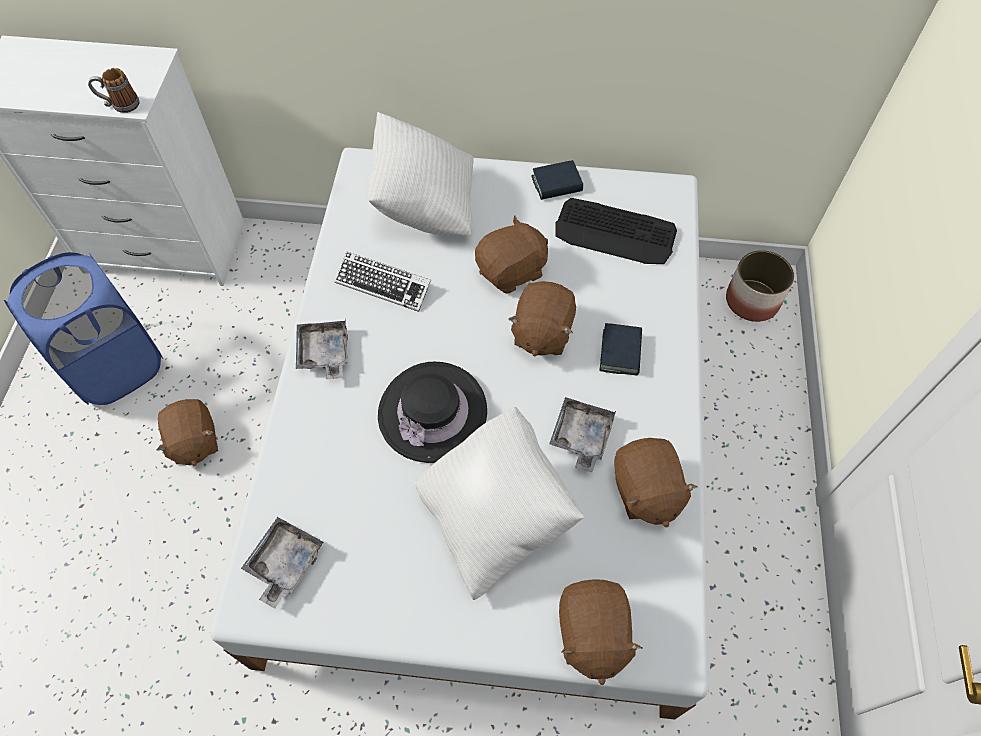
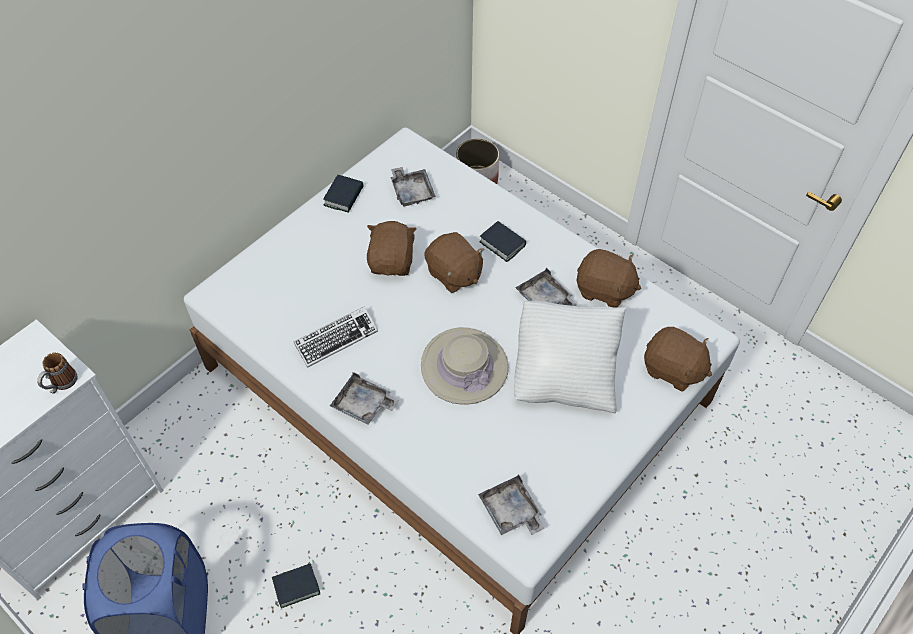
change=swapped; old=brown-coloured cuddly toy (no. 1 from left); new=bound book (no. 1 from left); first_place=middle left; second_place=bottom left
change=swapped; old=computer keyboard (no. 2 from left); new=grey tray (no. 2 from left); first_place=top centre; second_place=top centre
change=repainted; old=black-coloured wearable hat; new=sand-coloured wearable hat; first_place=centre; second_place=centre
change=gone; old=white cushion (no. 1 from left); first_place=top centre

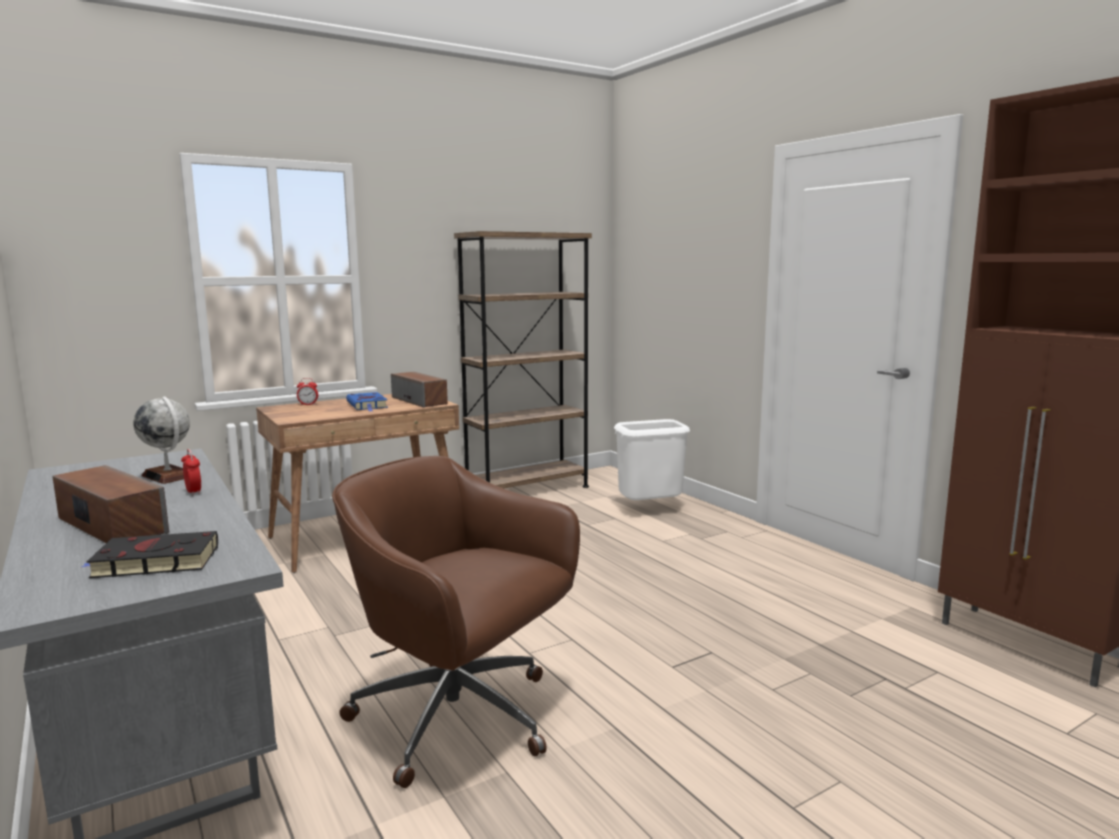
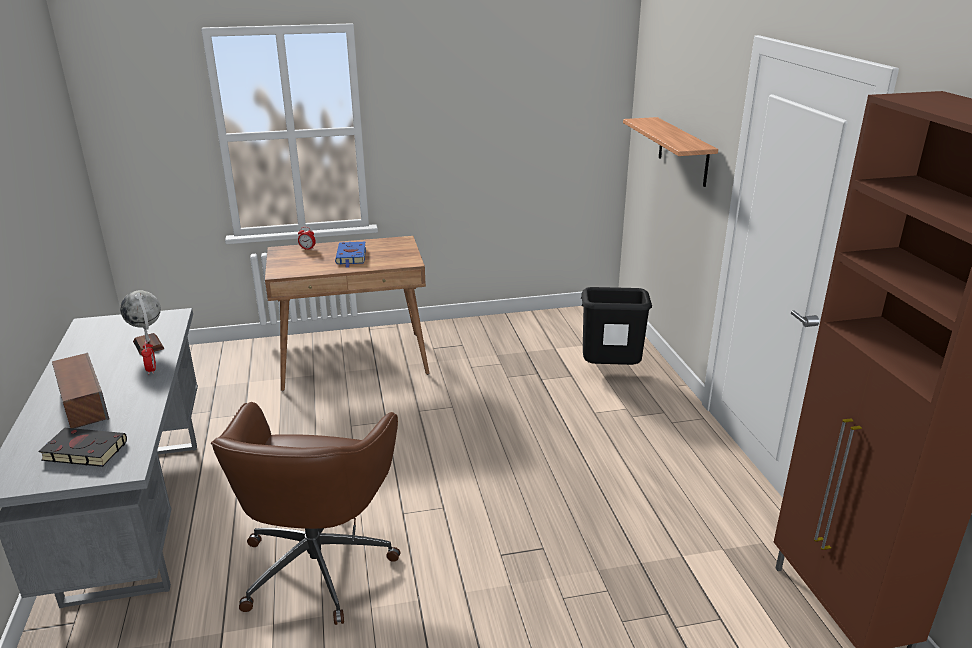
change=rotated; old=brown-coloured computer chair; first_place=bottom centre; second_place=bottom left; degrees=-135
change=repainted; old=white rubbish bin; new=black-coloured rubbish bin; first_place=centre; second_place=centre
change=new; new=bracket shelf; second_place=top right
change=gone; old=audio speaker (no. 2 from left); first_place=centre
change=gone; old=brown-coloured shelving unit; first_place=centre

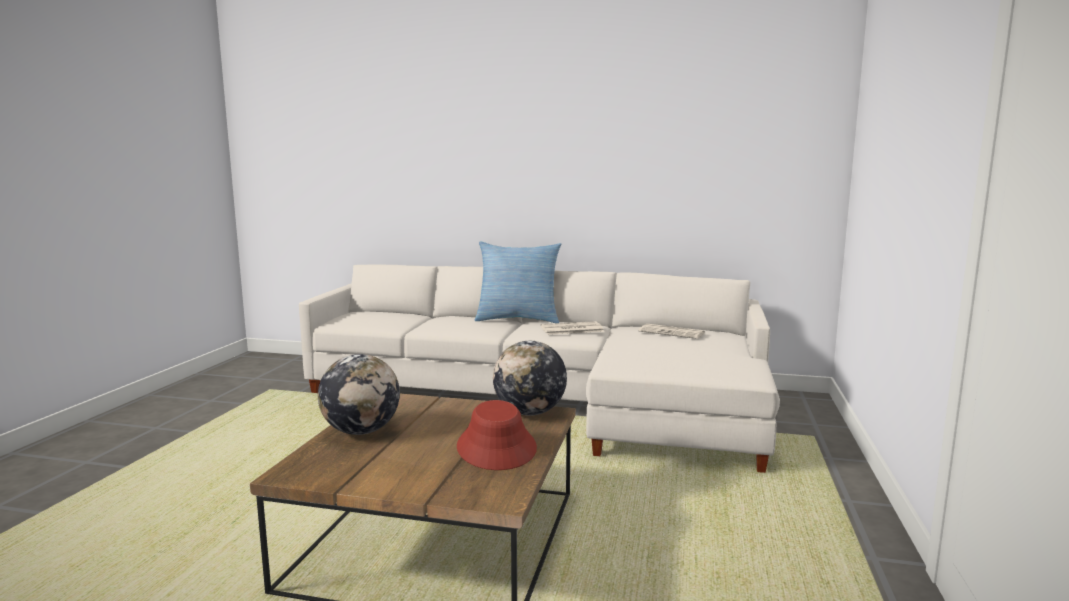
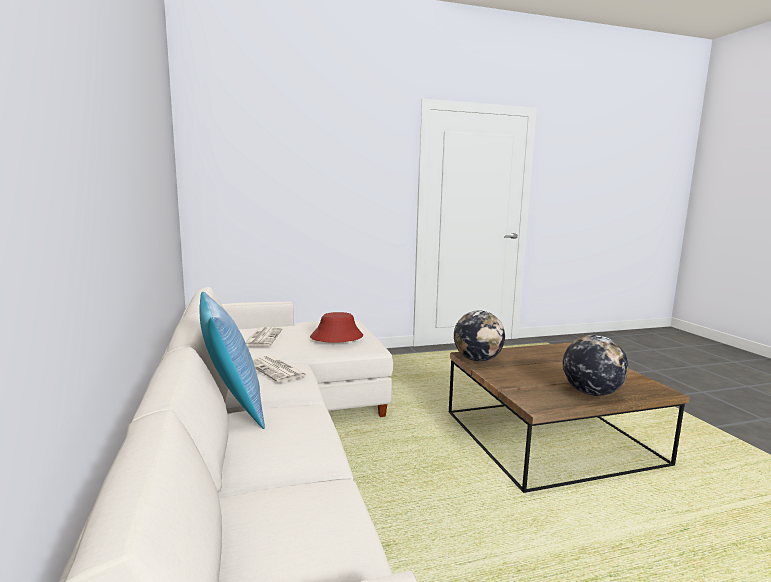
change=shifted; old=reddish wearable hat; first_place=bottom centre; second_place=centre

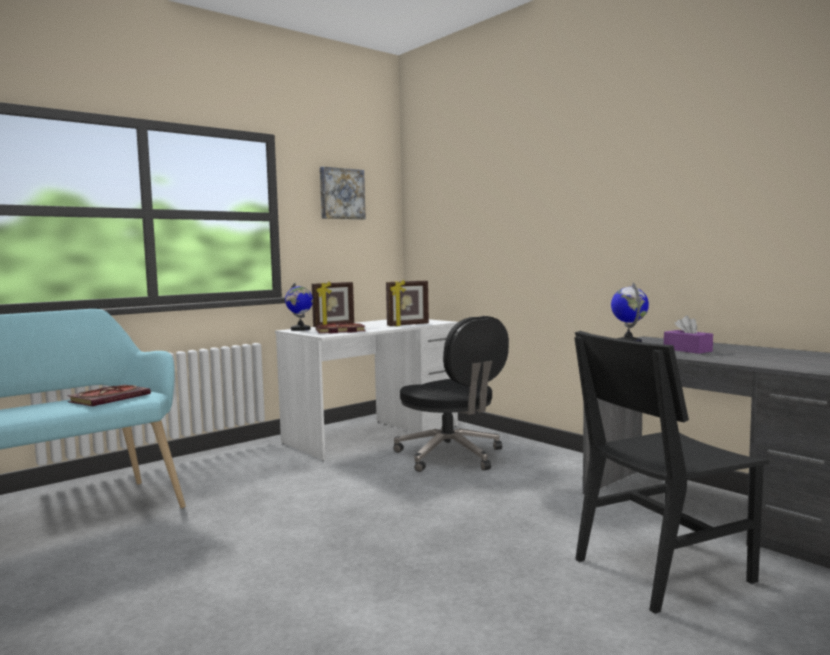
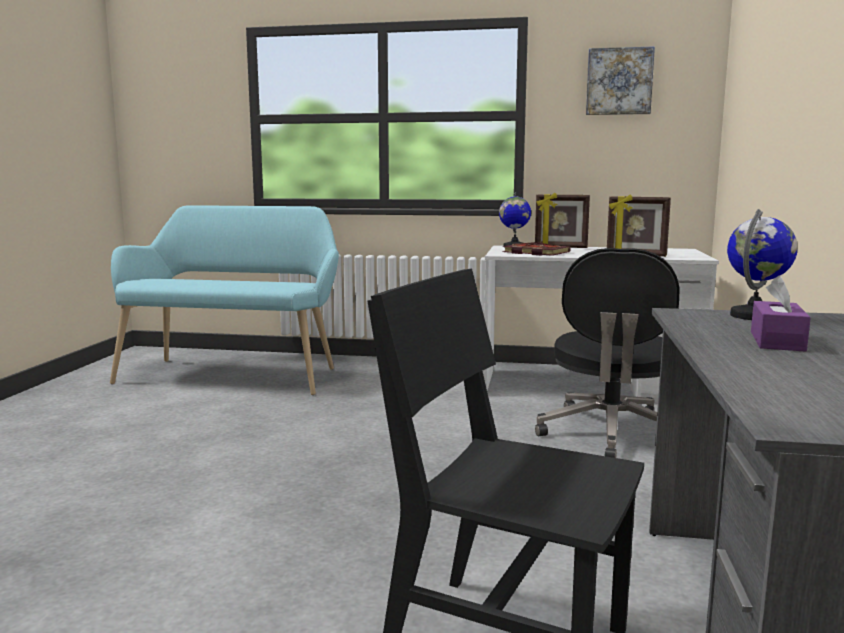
change=gone; old=bound book (no. 1 from left); first_place=middle left

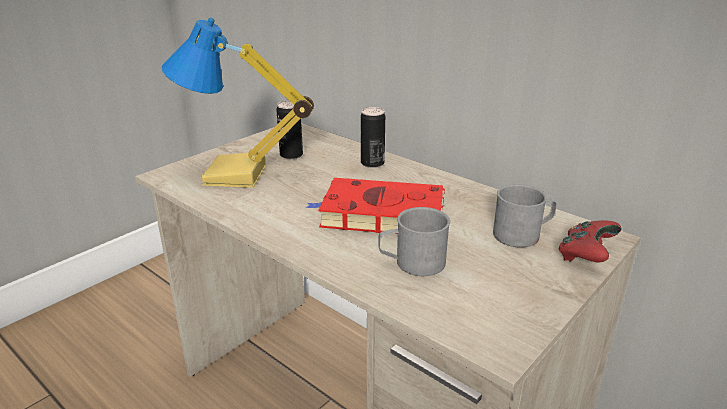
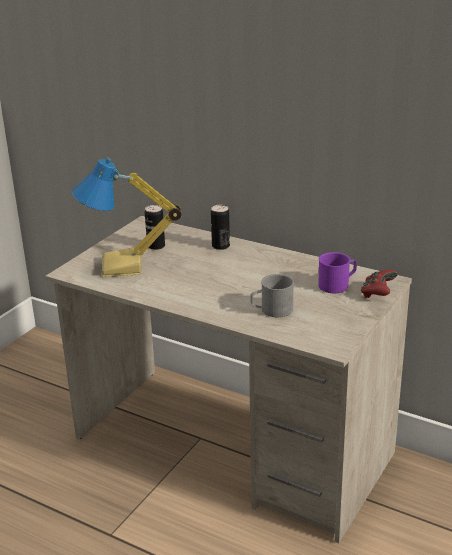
change=repainted; old=grey coffee mug (no. 2 from left); new=purple coffee mug; first_place=middle right; second_place=middle right
change=gone; old=reddish bound book; first_place=centre

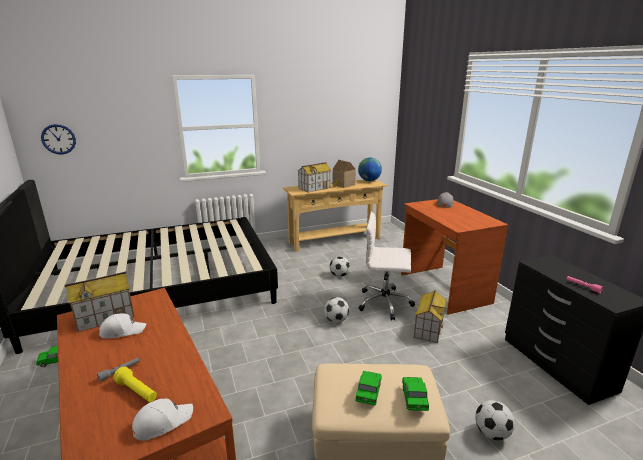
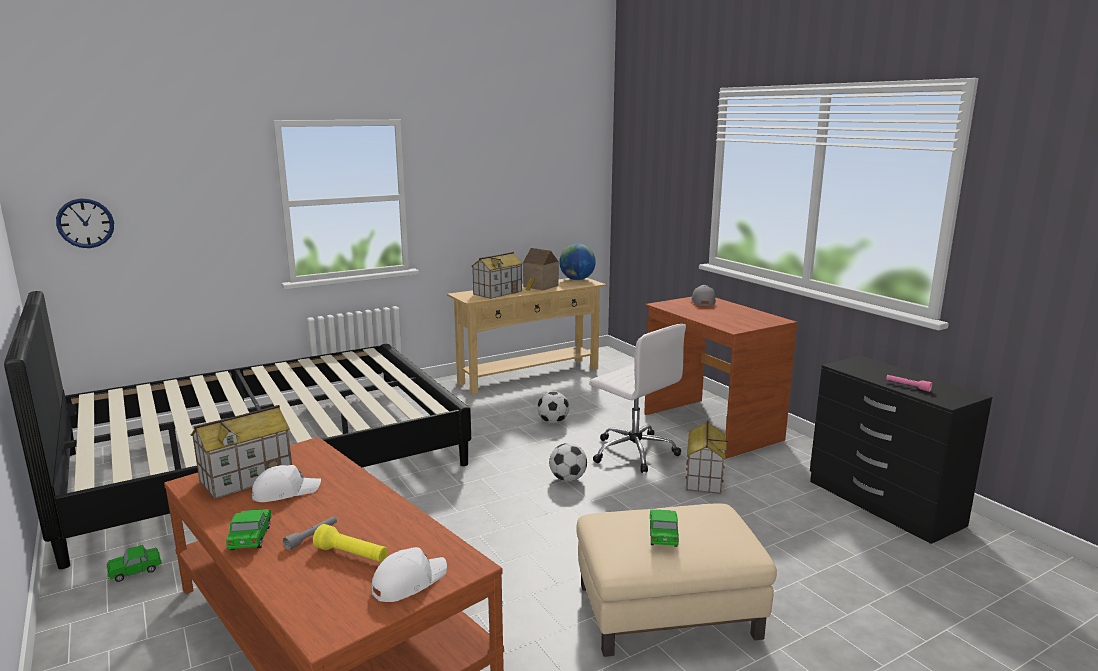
change=shifted; old=toy car (no. 3 from left in the first image); new=toy car (no. 2 from left); first_place=bottom centre; second_place=bottom left
change=rotated; old=white computer chair; first_place=centre; second_place=centre; degrees=-135
change=gone; old=football ball (no. 3 from left); first_place=bottom right

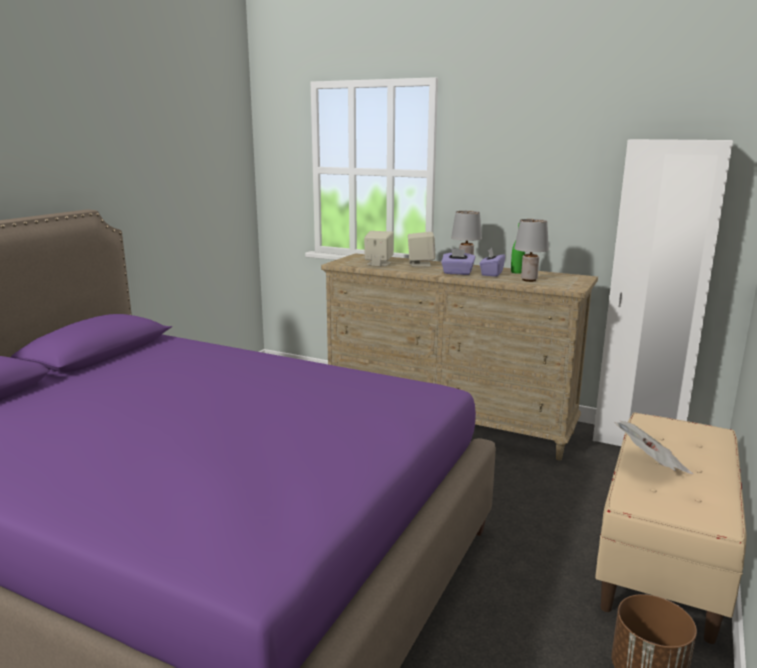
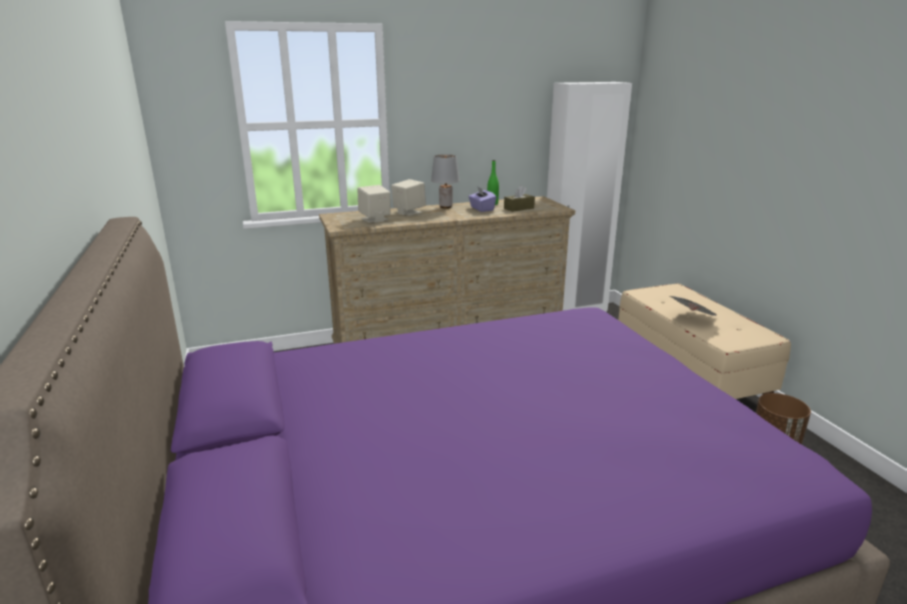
change=swapped; old=grey tabletop lamp (no. 2 from left); new=brown-coloured tissue box; first_place=middle right; second_place=top centre
change=gone; old=purple tissue box (no. 1 from left); first_place=centre

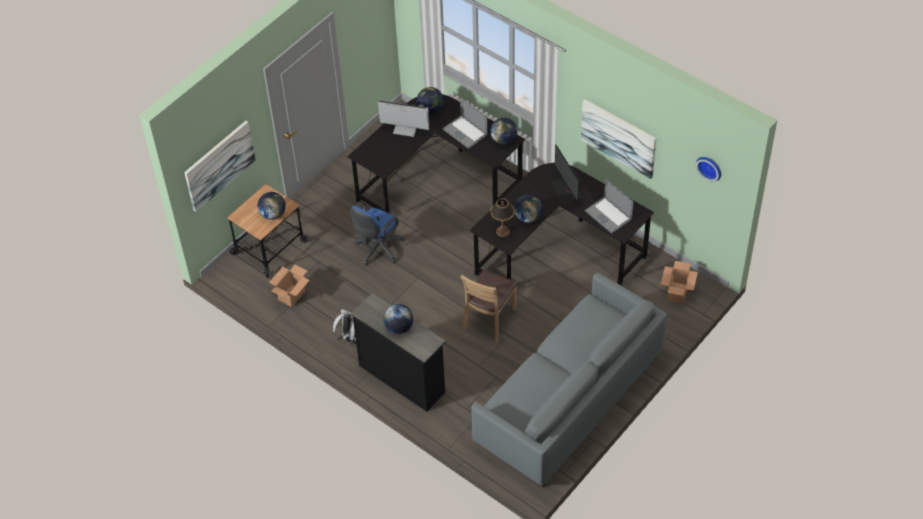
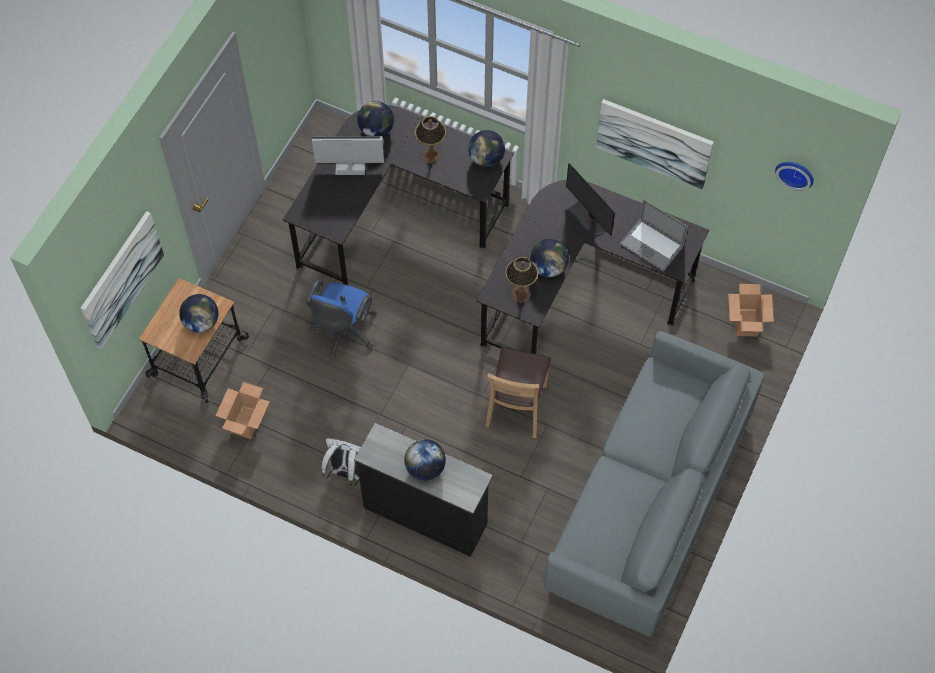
change=swapped; old=laptop (no. 1 from left); new=tabletop lamp (no. 1 from left); first_place=top centre; second_place=top centre

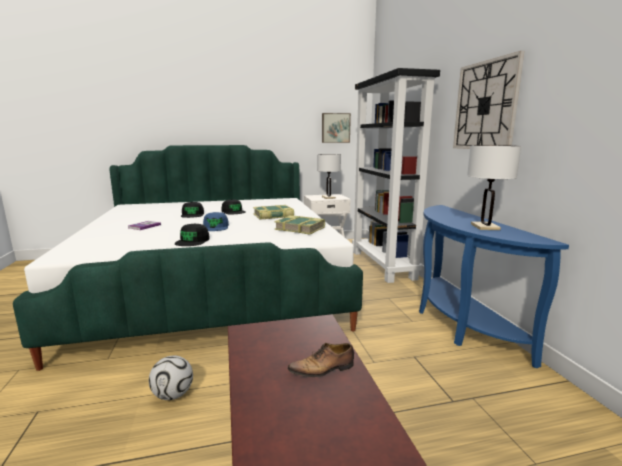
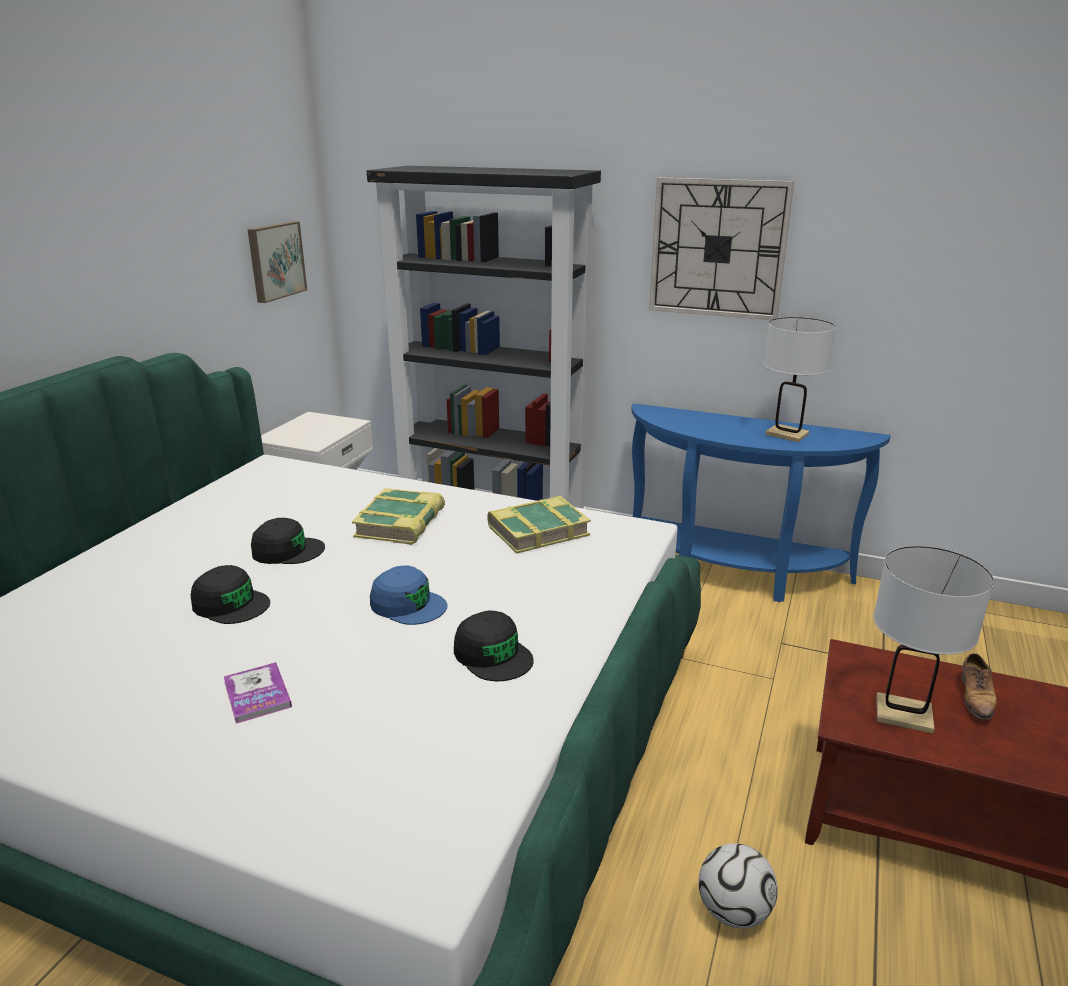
change=shifted; old=white tabletop lamp (no. 1 from left in the first image); new=white tabletop lamp (no. 2 from left); first_place=centre; second_place=middle right

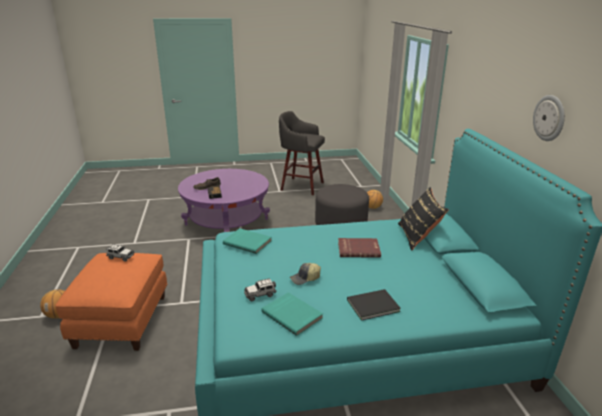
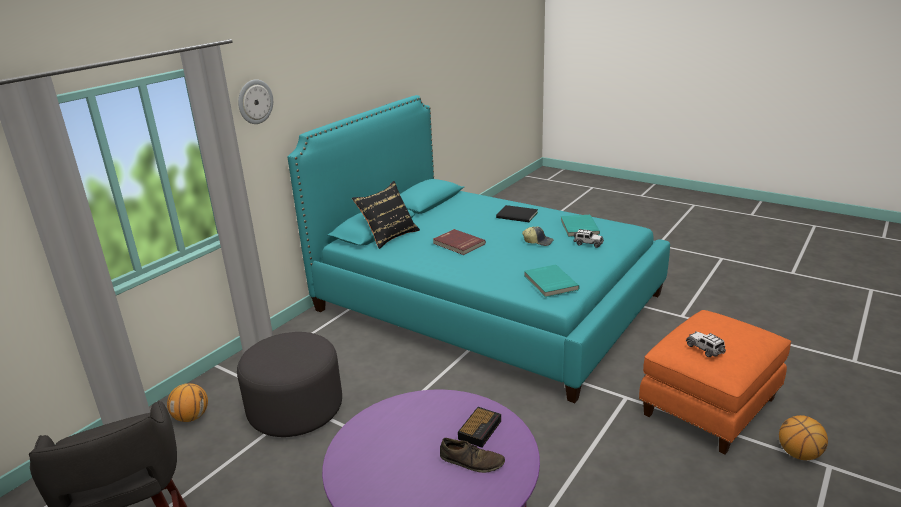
change=shifted; old=hanging clock; first_place=top right; second_place=top left

